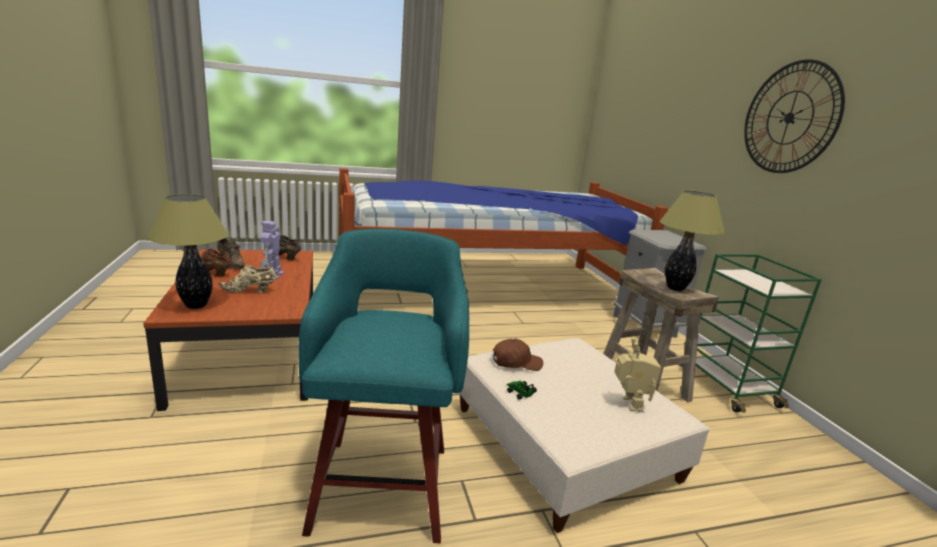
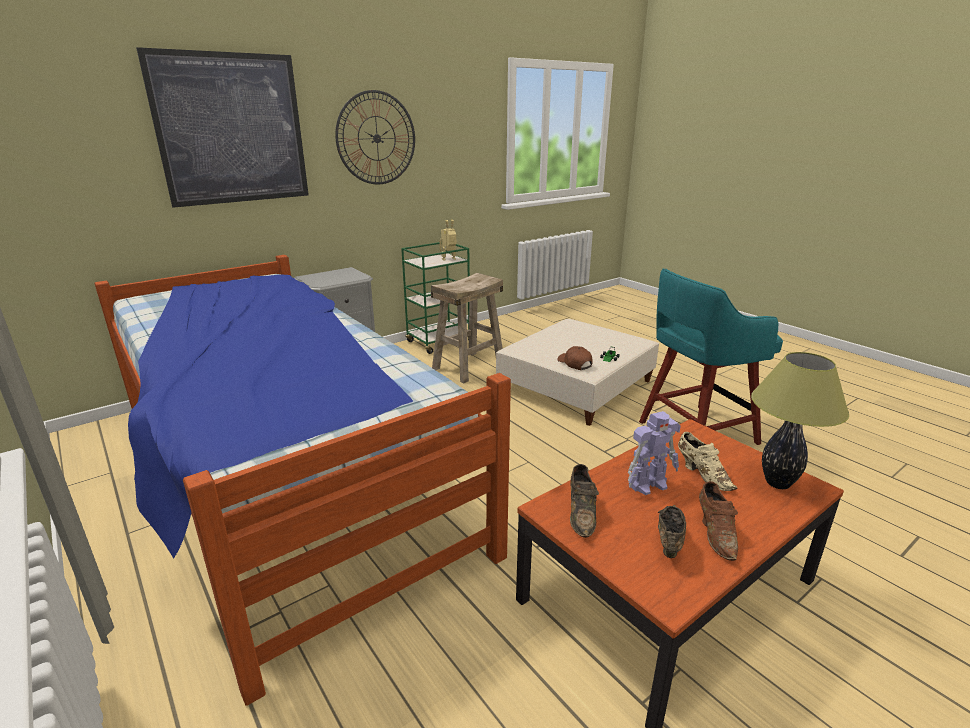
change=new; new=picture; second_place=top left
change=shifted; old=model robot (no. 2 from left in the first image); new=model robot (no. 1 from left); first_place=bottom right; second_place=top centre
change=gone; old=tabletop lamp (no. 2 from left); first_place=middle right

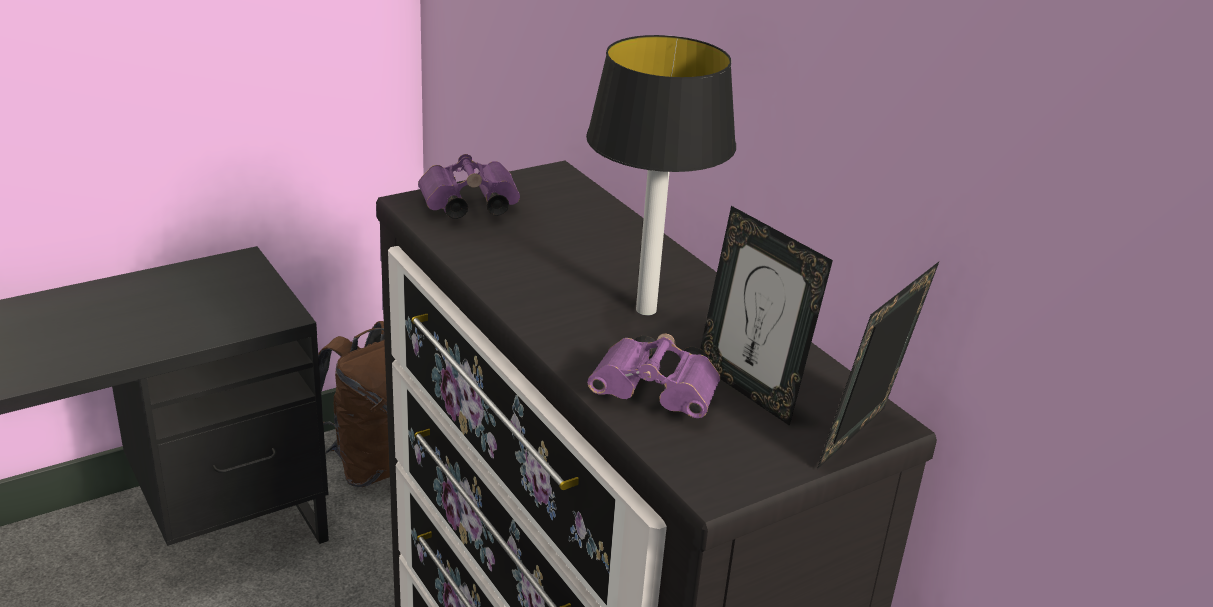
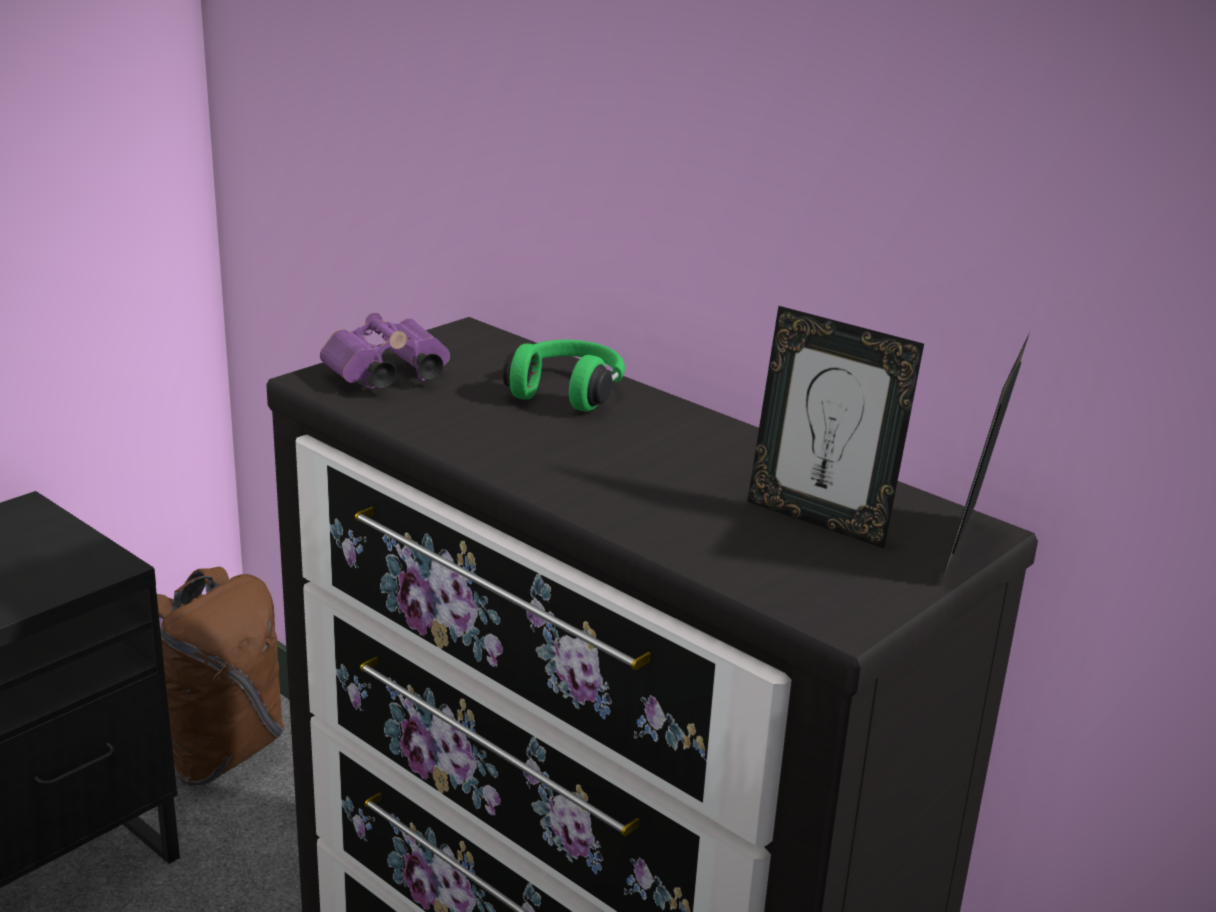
change=new; new=green headphones; second_place=centre
change=gone; old=tabletop lamp; first_place=top centre
change=gone; old=purple binoculars (no. 2 from left); first_place=centre

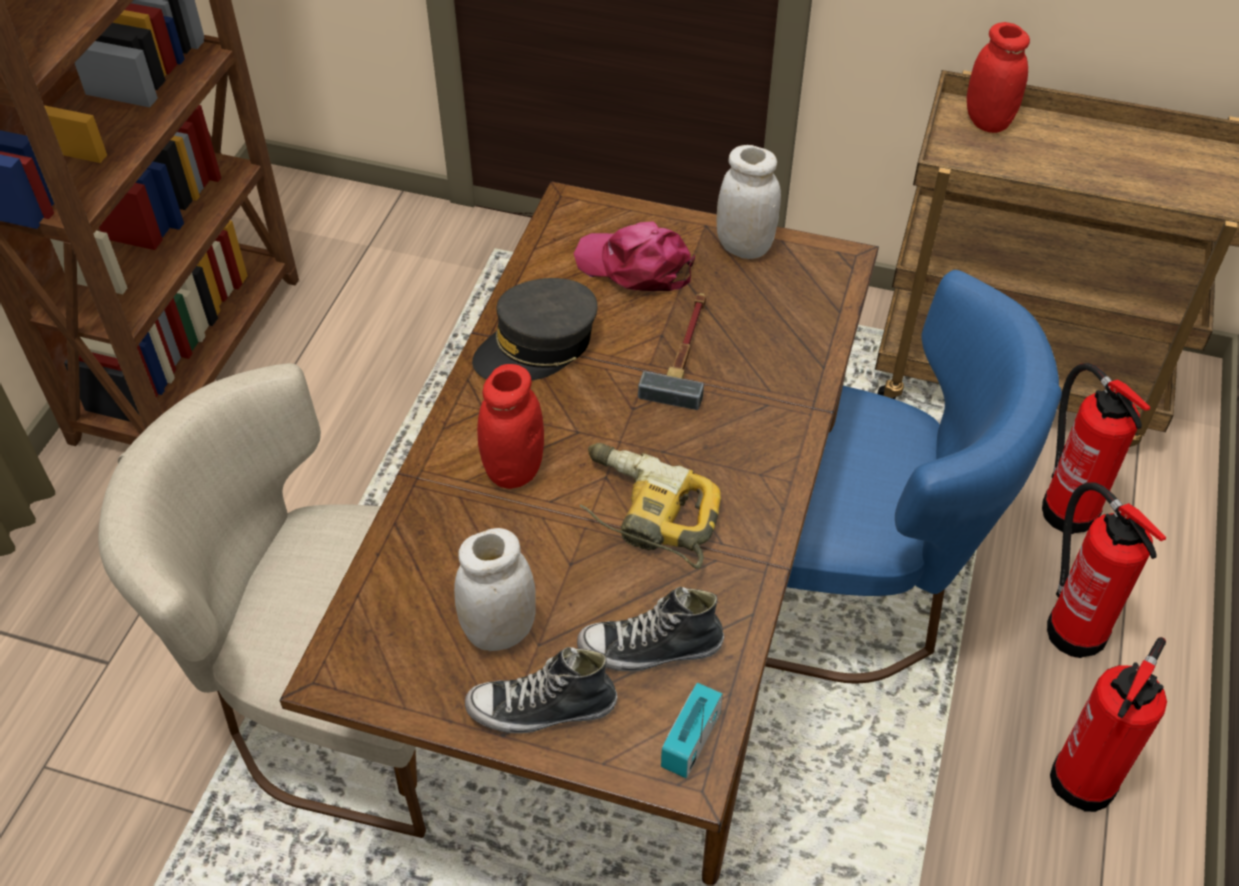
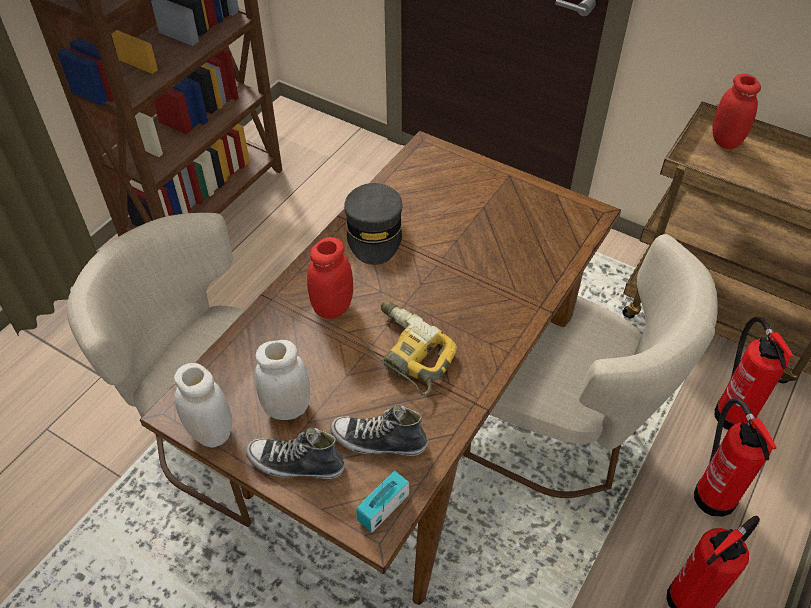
change=shifted; old=white jar (no. 2 from left in the first image); new=white jar (no. 1 from left); first_place=top centre; second_place=middle left
change=rotated; old=grey baseball cap; first_place=centre; second_place=centre; degrees=-75
change=repainted; old=blue upright chair; new=sand-coloured upright chair (no. 2 from left); first_place=middle right; second_place=middle right
change=gone; old=pink baseball cap; first_place=top centre
change=gone; old=hand hammer; first_place=centre

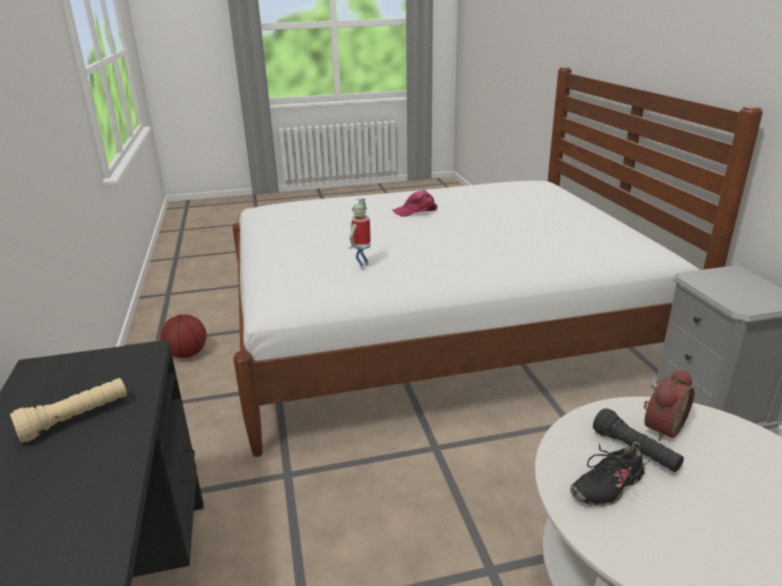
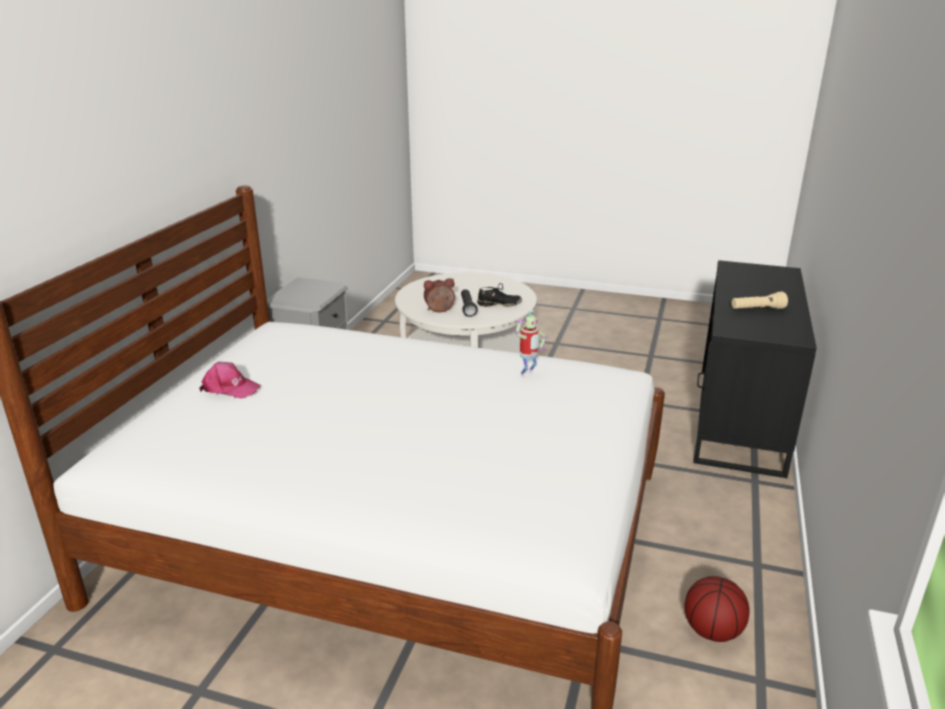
change=shifted; old=pink baseball cap; first_place=centre; second_place=middle left

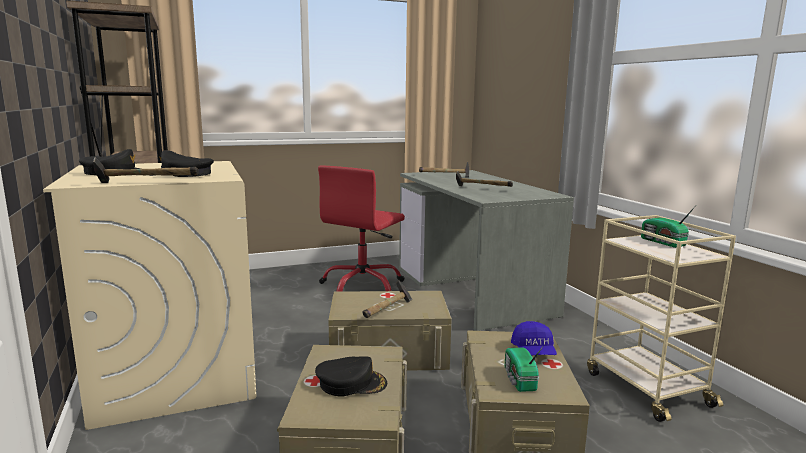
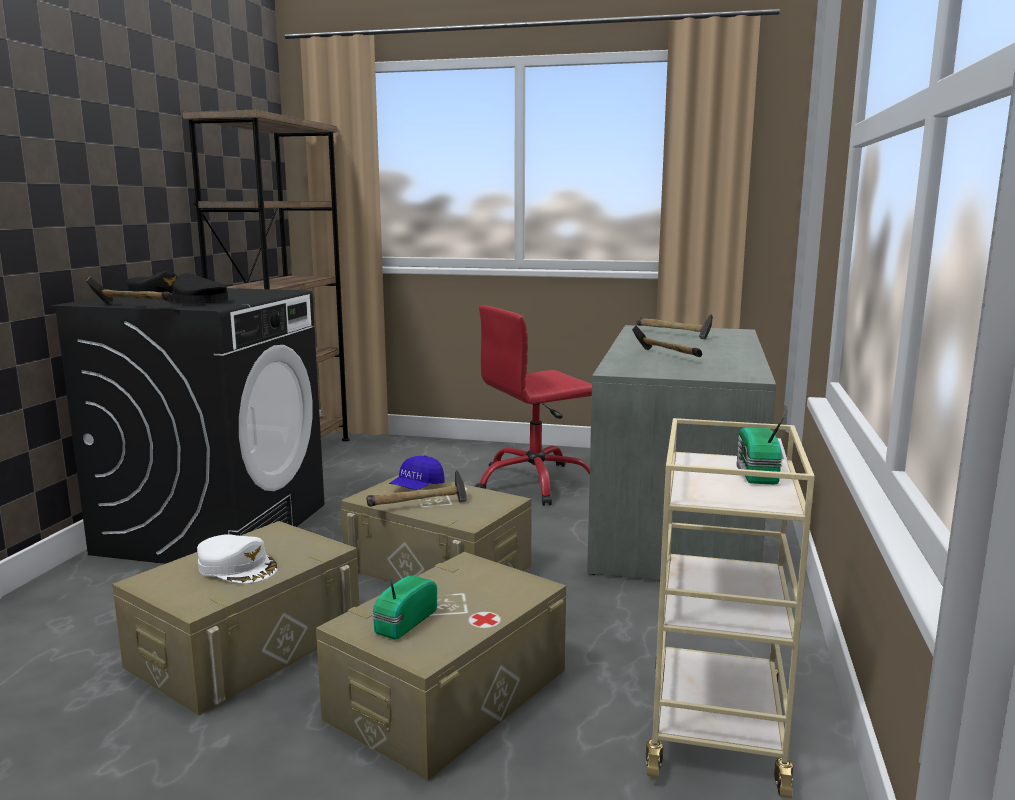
change=repainted; old=sand-coloured laundry machine; new=black-coloured laundry machine; first_place=middle left; second_place=middle left
change=repainted; old=black-coloured baseball cap (no. 3 from left); new=white baseball cap; first_place=bottom centre; second_place=bottom left
change=shifted; old=blue baseball cap; first_place=bottom centre; second_place=centre

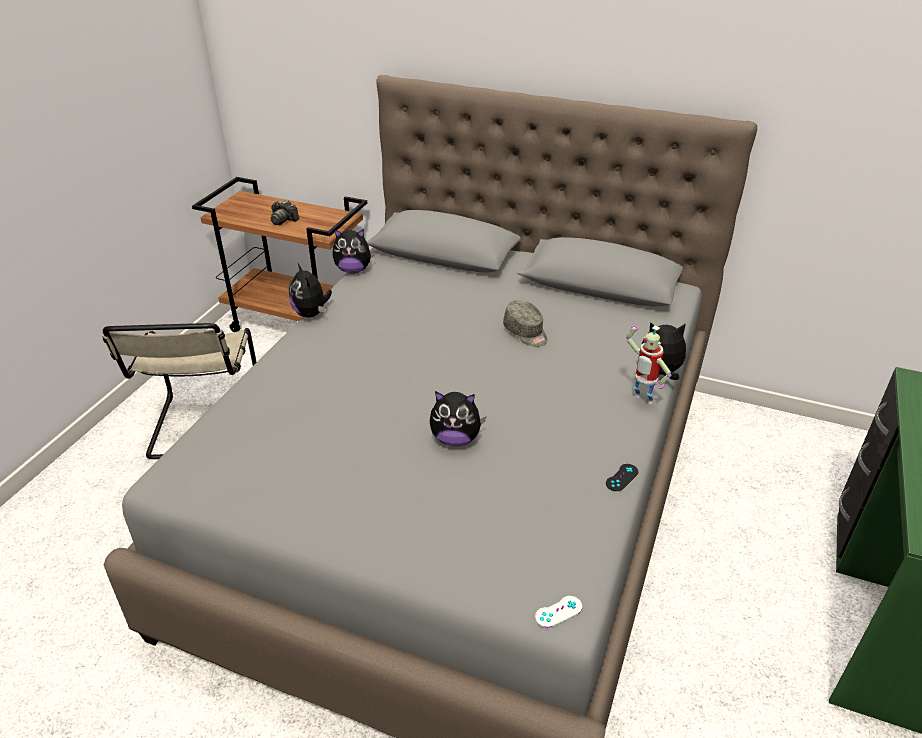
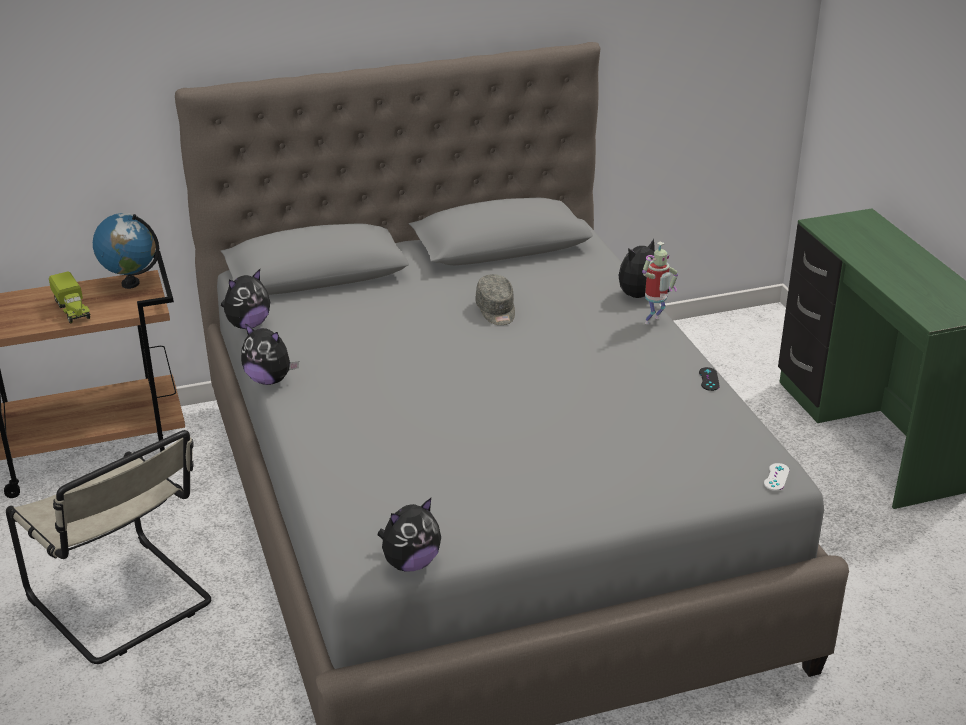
change=swapped; old=photo camera; new=toy truck; first_place=top left; second_place=middle left
change=new; new=desk globe; second_place=middle left
change=shifted; old=cuddly toy (no. 3 from left); first_place=centre; second_place=bottom centre
change=rotated; old=grey baseball cap; first_place=centre; second_place=centre; degrees=60
change=rotated; old=model robot; first_place=middle right; second_place=middle right; degrees=-45

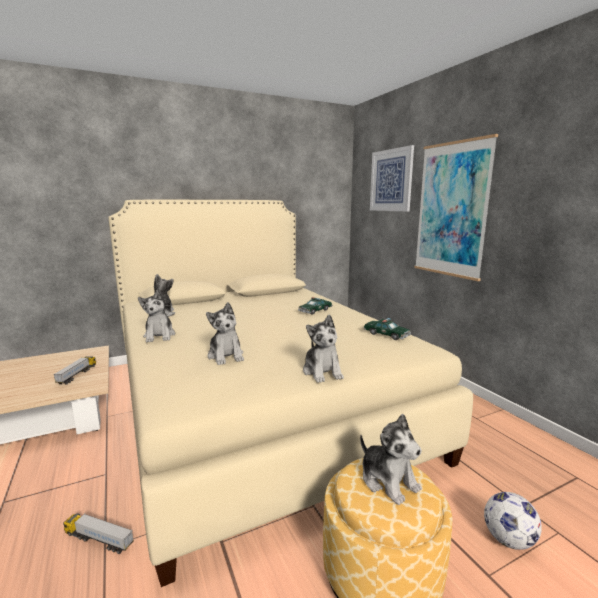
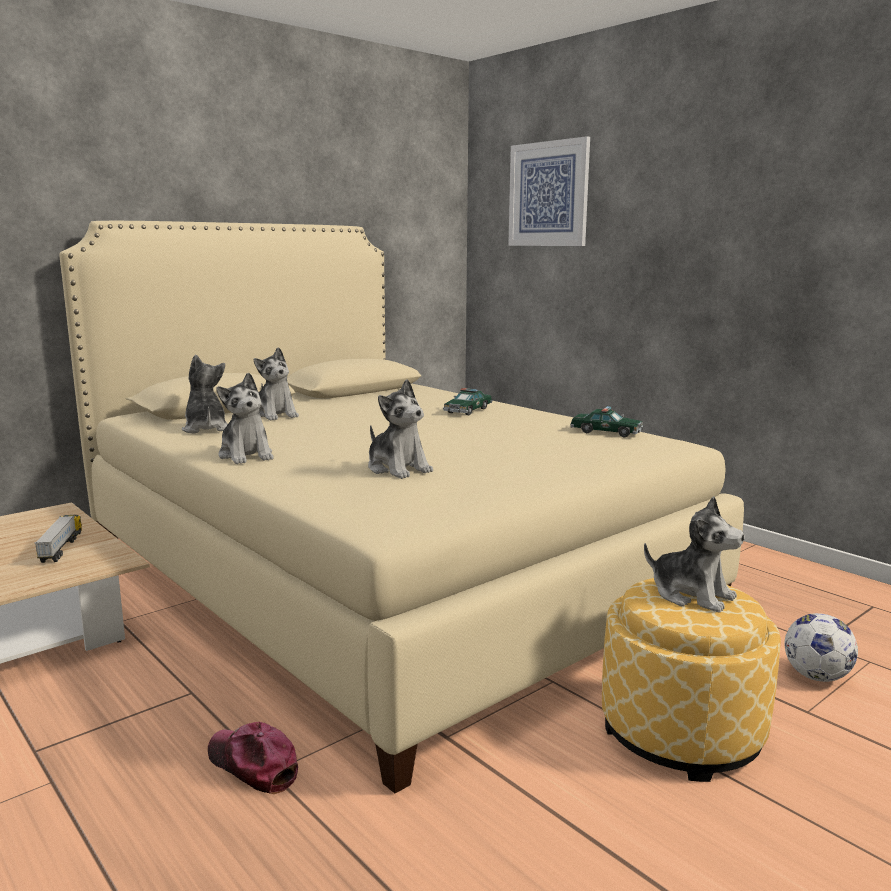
change=swapped; old=toy truck (no. 2 from left); new=baseball cap; first_place=bottom left; second_place=bottom left
change=shifted; old=cuddly toy (no. 4 from left in the first image); new=cuddly toy (no. 3 from left); first_place=centre; second_place=middle left
change=gone; old=picture (no. 2 from left); first_place=middle right

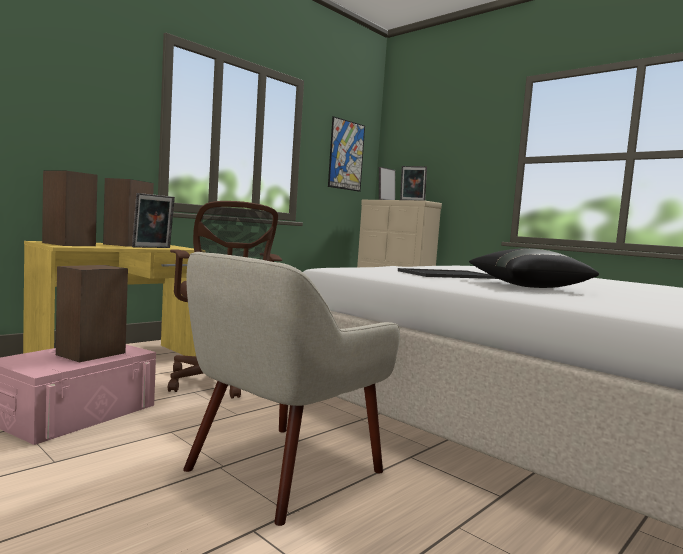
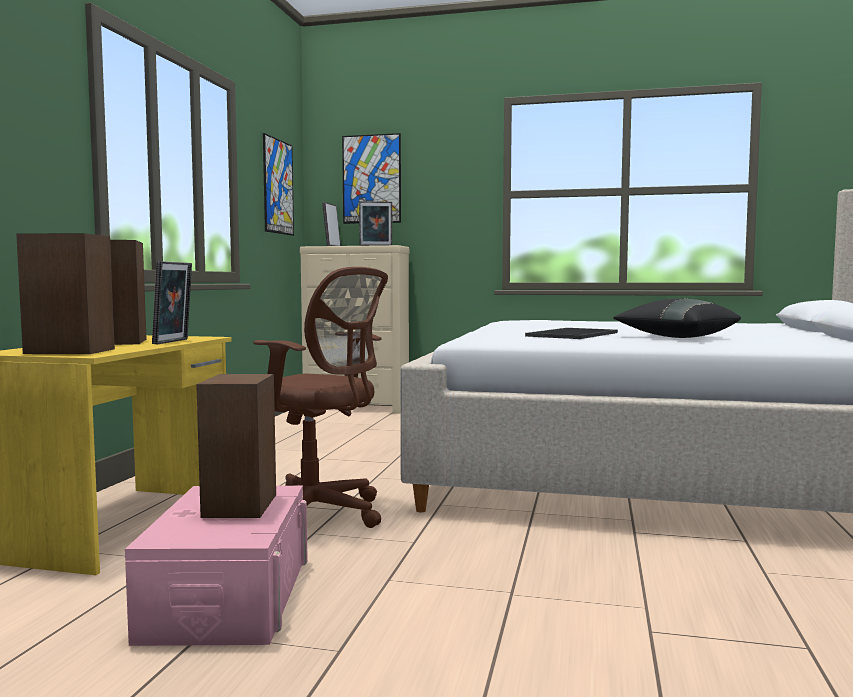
change=new; new=picture (no. 2 from left); second_place=top centre
change=gone; old=sand-coloured easy chair; first_place=bottom centre

